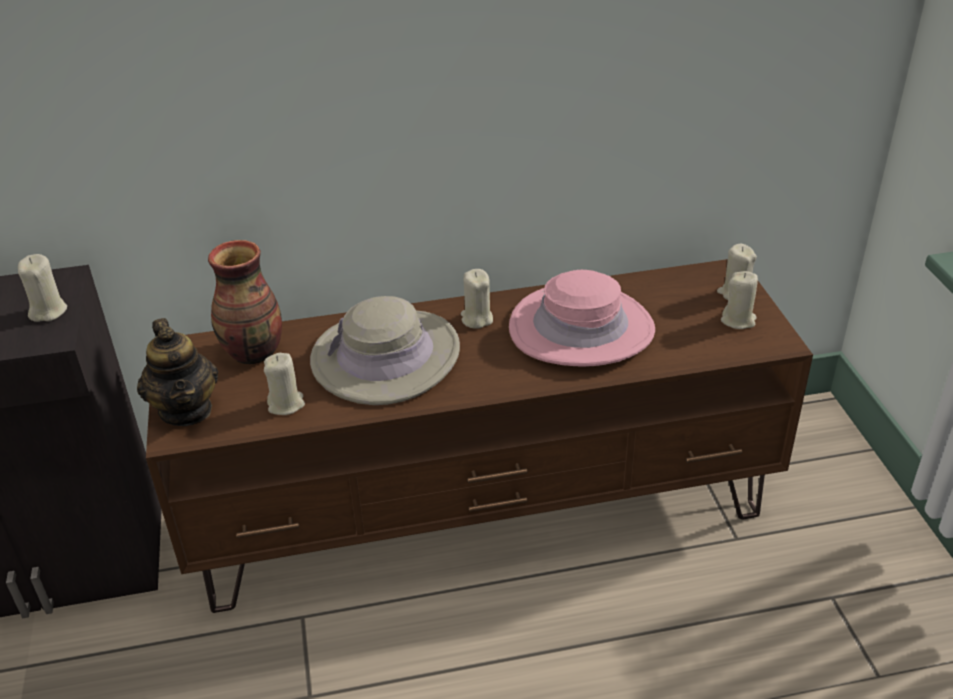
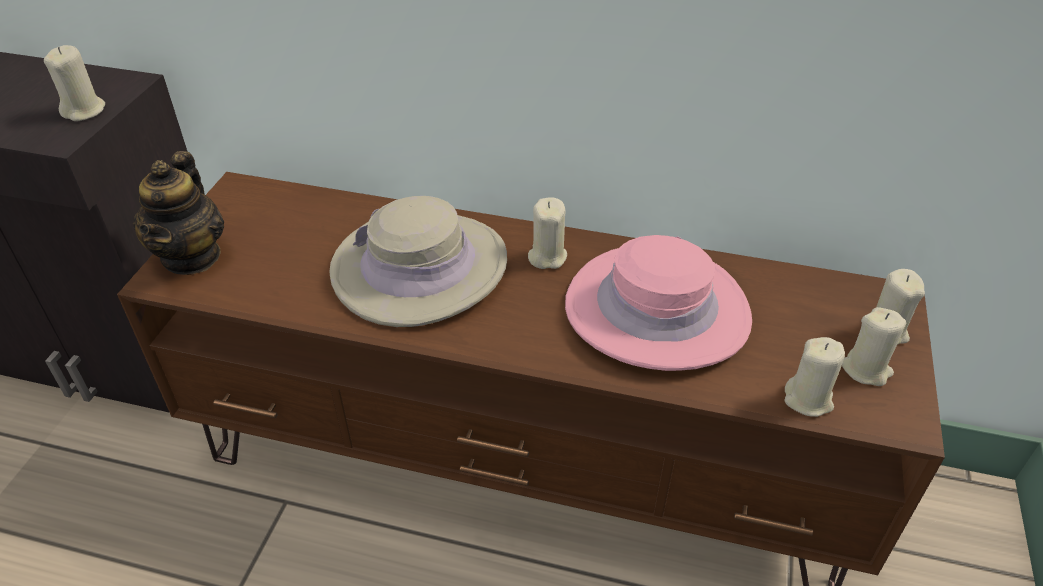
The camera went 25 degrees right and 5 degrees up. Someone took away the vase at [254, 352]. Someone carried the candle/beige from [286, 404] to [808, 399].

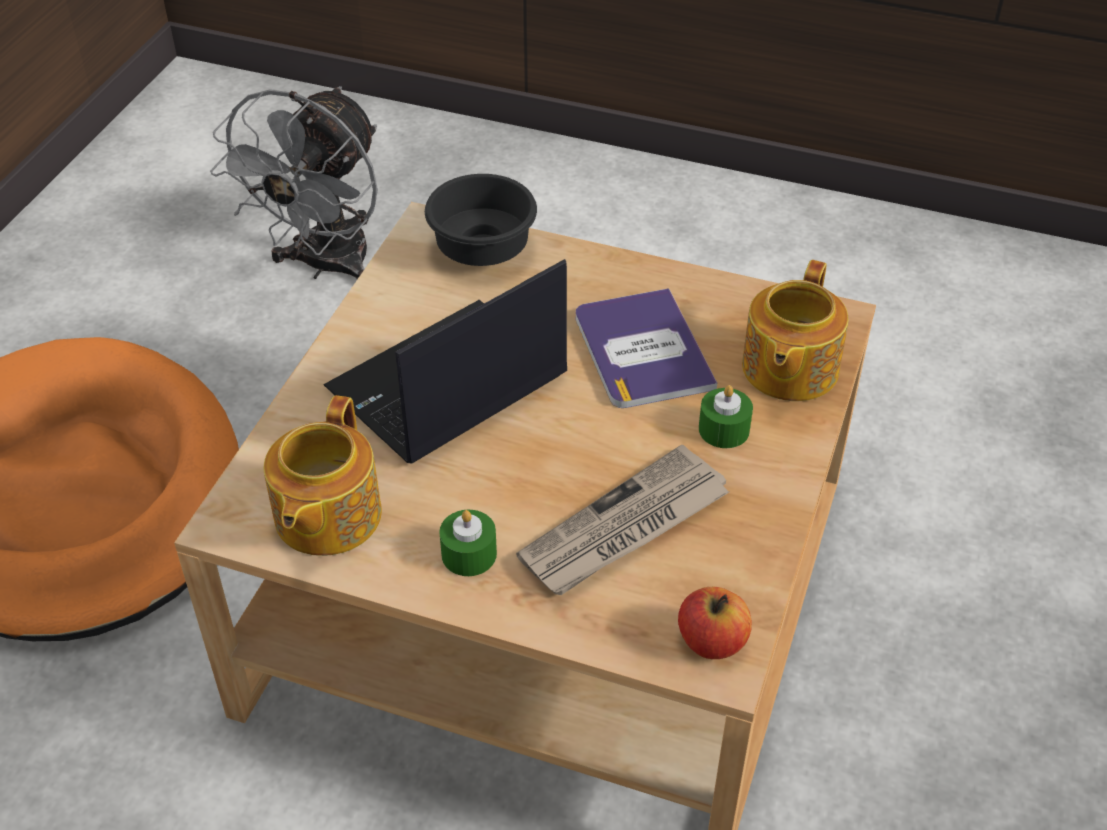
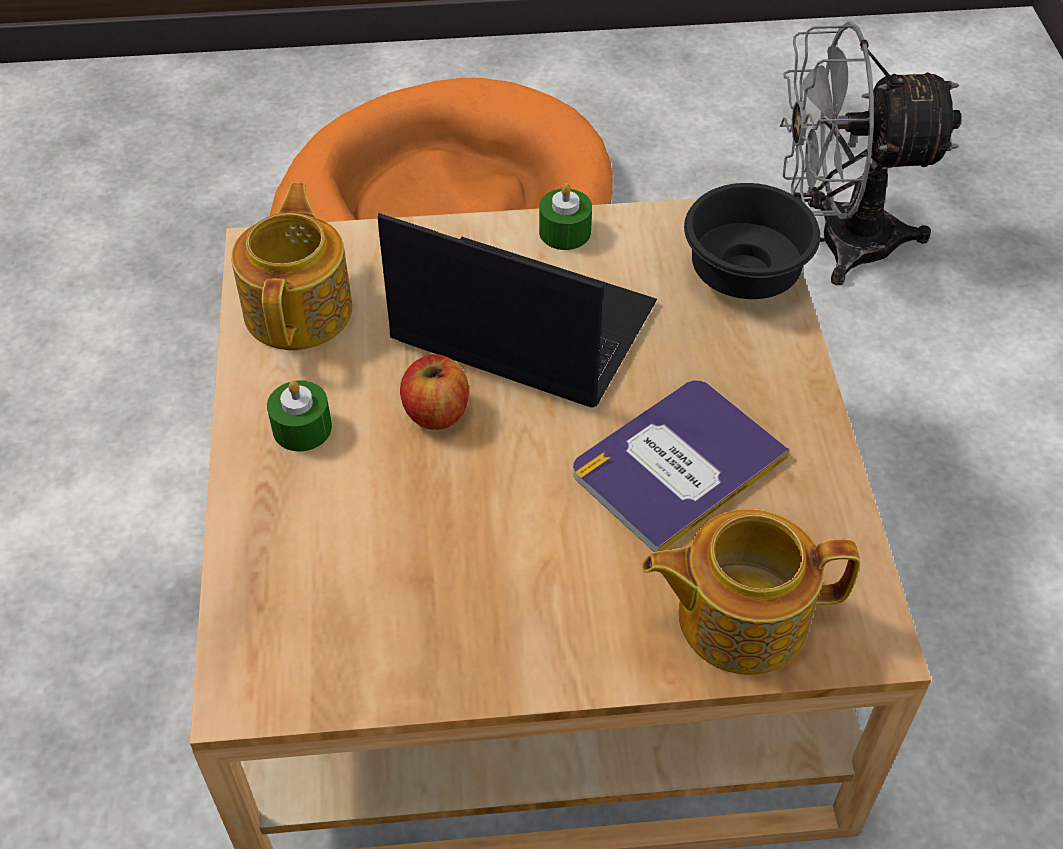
The camera went 65 degrees right and 5 degrees up. Someone carried the candle/green from [724, 429] to [565, 232]. Someone rotated the teapot at [325, 517] by 105 degrees clockwise. Someone took away the newspaper at [624, 528]. Someone carried the apple from [712, 641] to [436, 412].

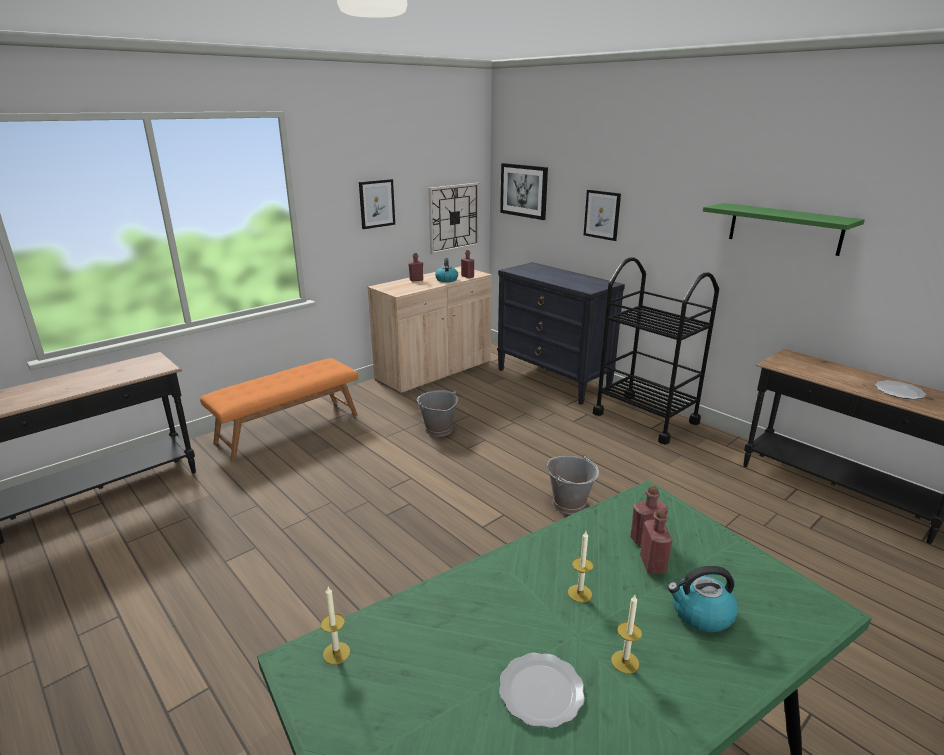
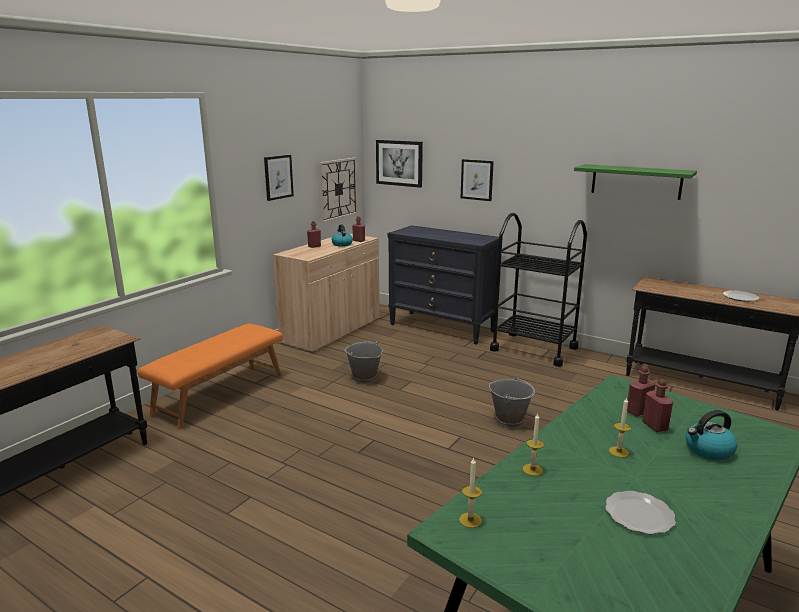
The camera went 15 degrees left and 5 degrees down. Someone carried the candle from [625, 662] to [532, 470].

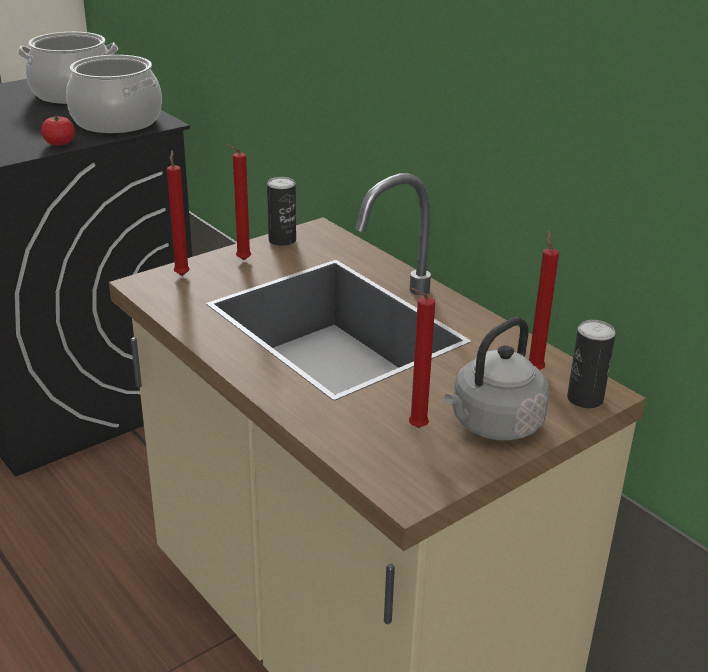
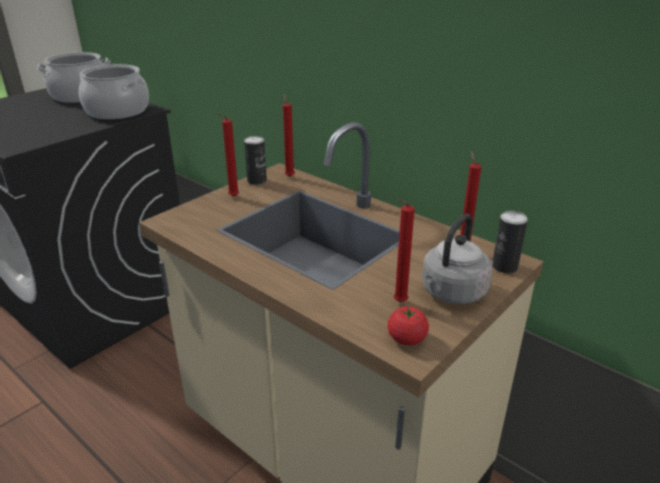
The camera went 10 degrees left and 0 degrees up. Someone carried the tomato from [59, 144] to [406, 339]. Someone carried the candle/red from [182, 274] to [289, 176].

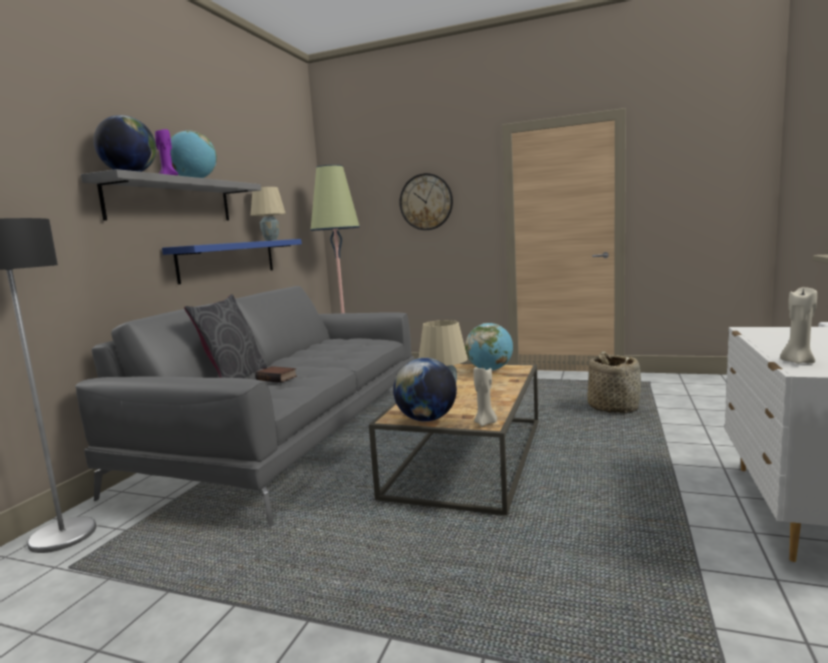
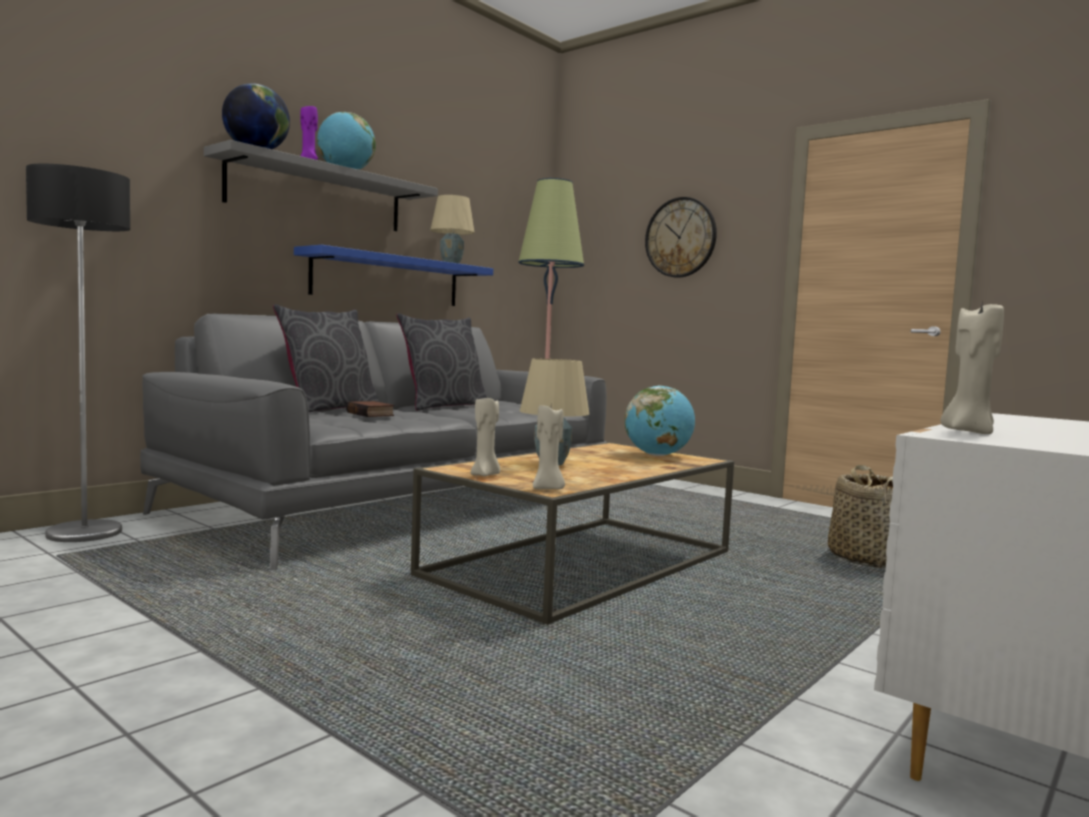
The camera went 20 degrees right and 5 degrees down. Someone swapped the globe at [426, 419] for the candle/beige at [485, 475]. Someone put down the pillow/grey at [443, 407].

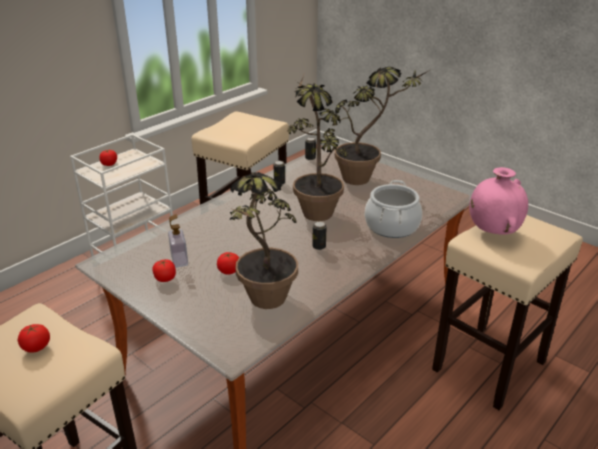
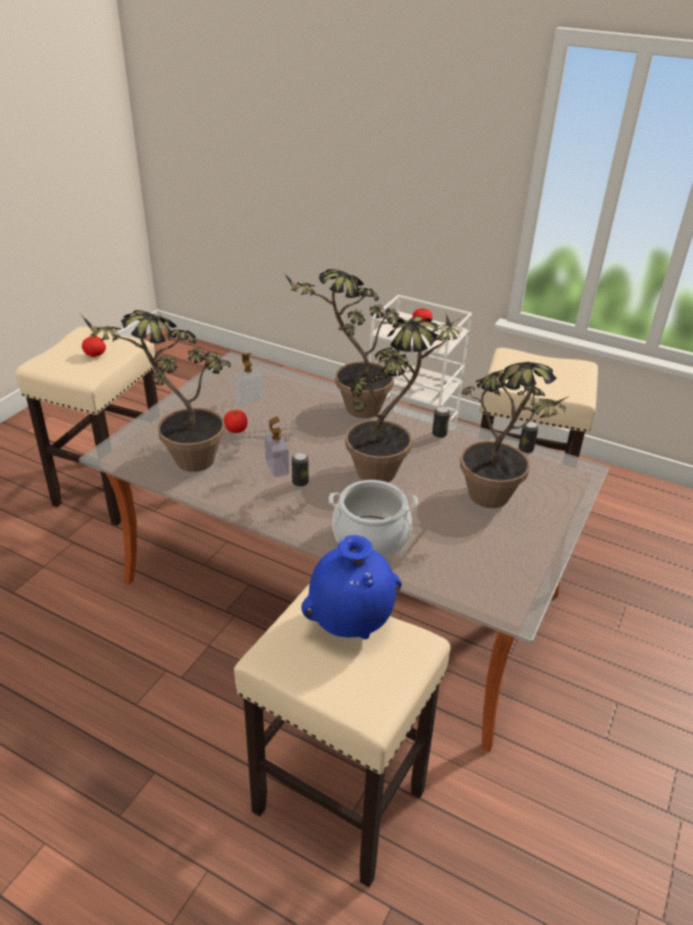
The camera went 75 degrees right and 5 degrees up. Someone repainted the vase/pink at [493, 232], which became the vase/blue at [351, 623]. Someone took away the tomato at [165, 279]. Someone put down the potted plant at [349, 408]. Someone put down the soap dispenser at [277, 467].

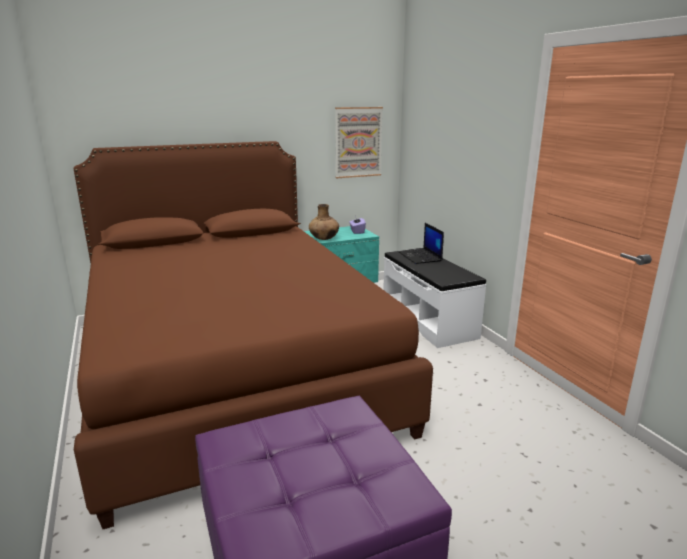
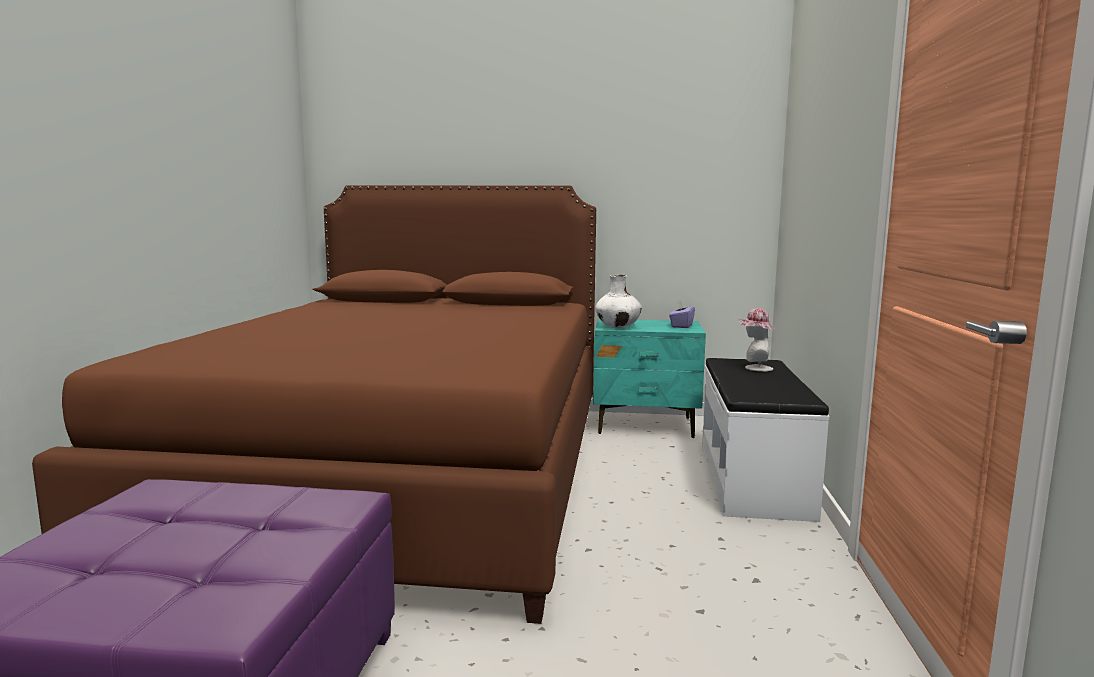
The camera went 30 degrees right and 10 degrees down. Someone took away the picture at [358, 142]. Someone repainted the vase/brown at [324, 239], which became the vase/white at [618, 327]. Someone swapped the laptop at [420, 257] for the hat at [754, 368].

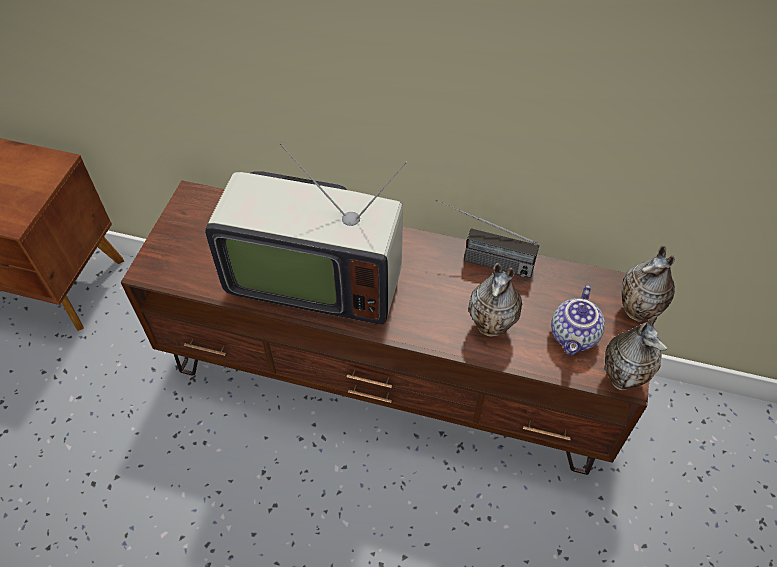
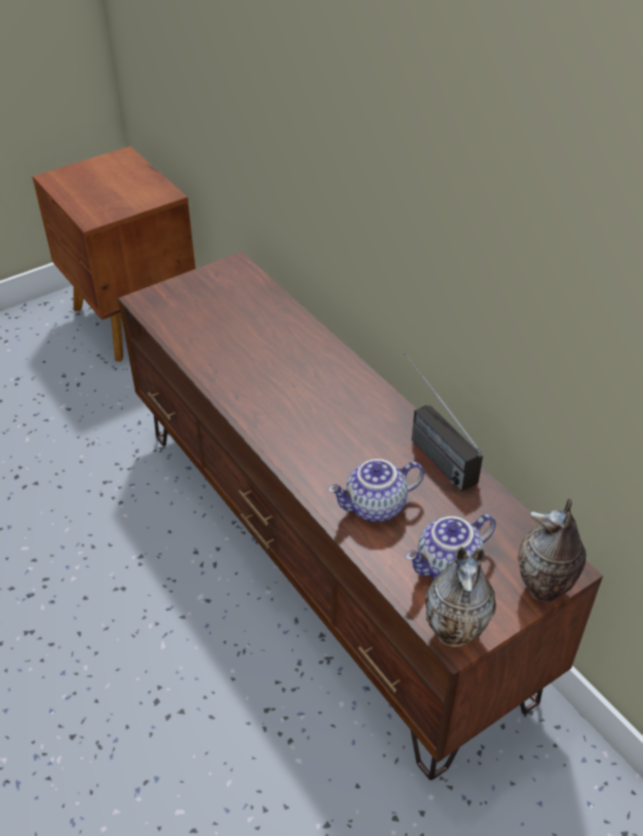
The camera went 40 degrees right and 10 degrees down. Someone took away the television at [314, 278]. Someone swapped the vase at [492, 326] for the teapot at [375, 508].

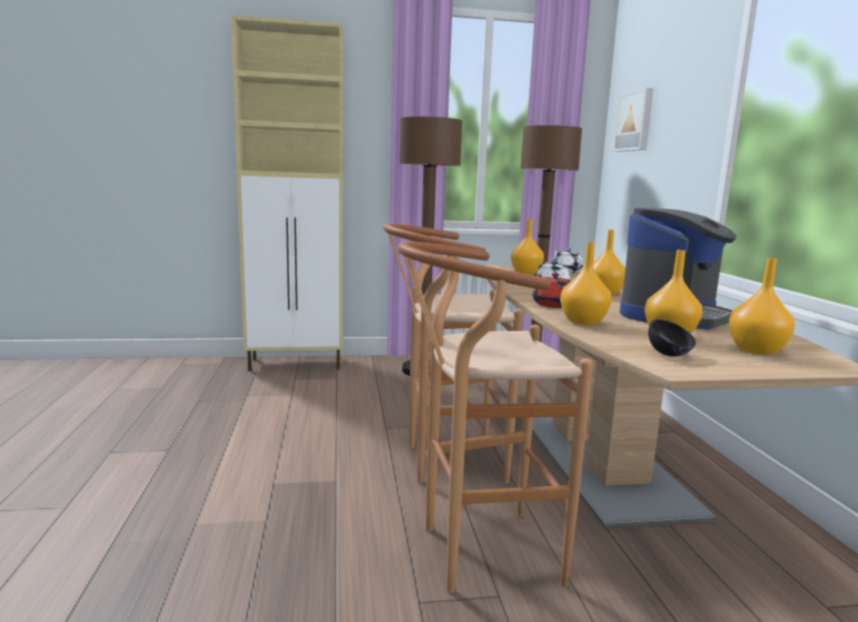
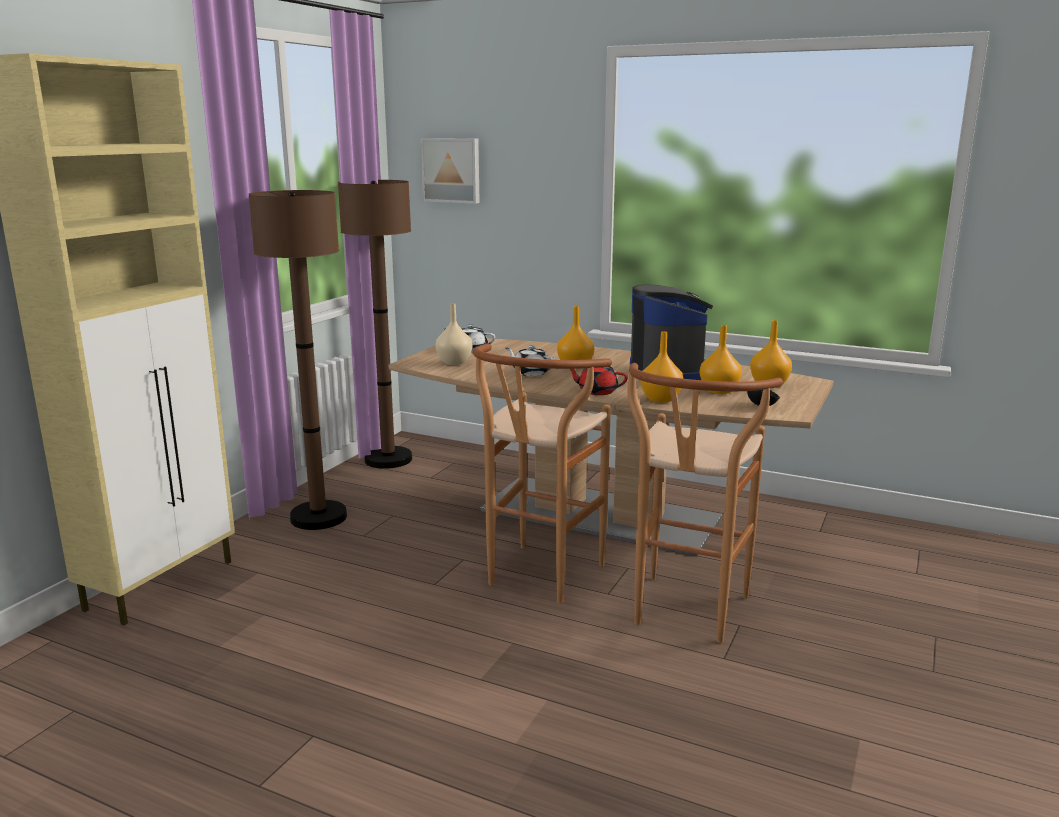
The camera went 55 degrees left and 5 degrees up. Someone repainted the vase/orange at [526, 272], which became the vase/beige at [455, 362].

